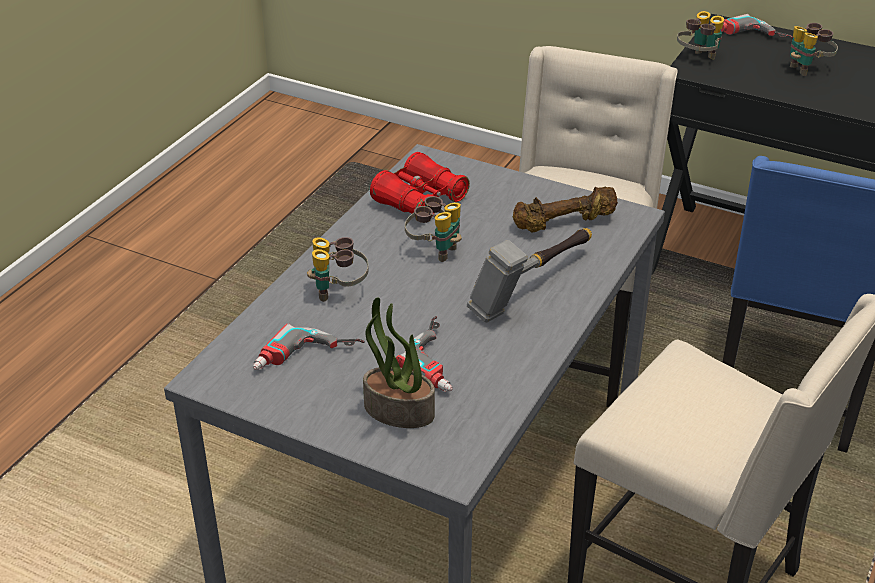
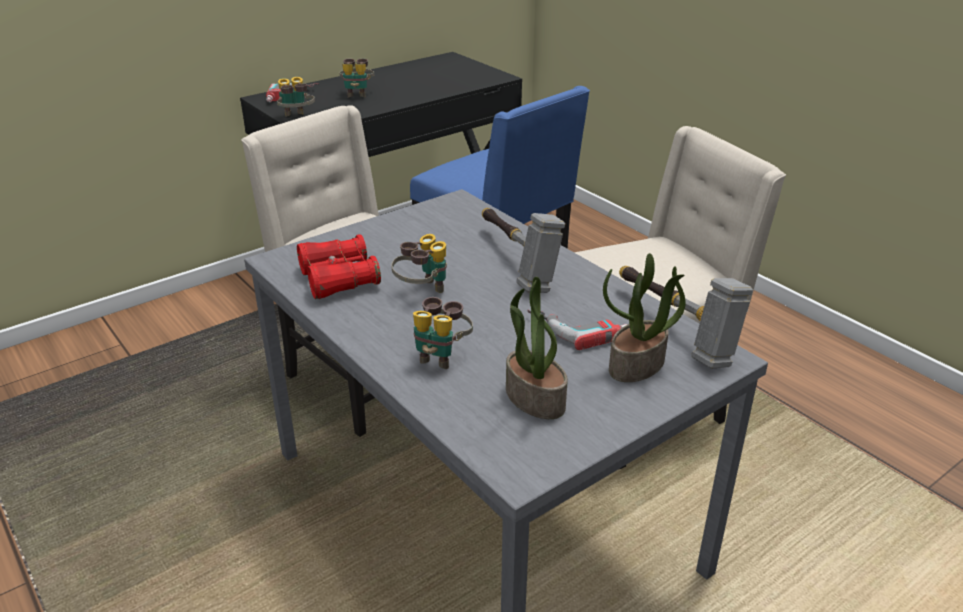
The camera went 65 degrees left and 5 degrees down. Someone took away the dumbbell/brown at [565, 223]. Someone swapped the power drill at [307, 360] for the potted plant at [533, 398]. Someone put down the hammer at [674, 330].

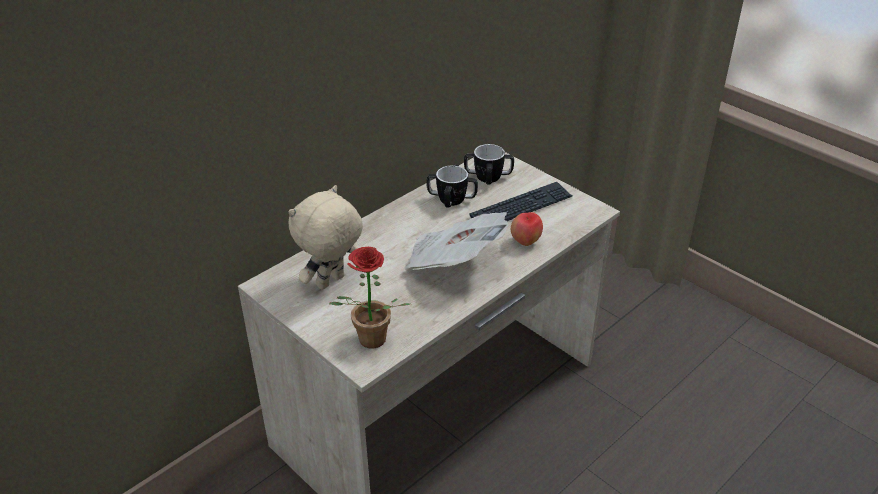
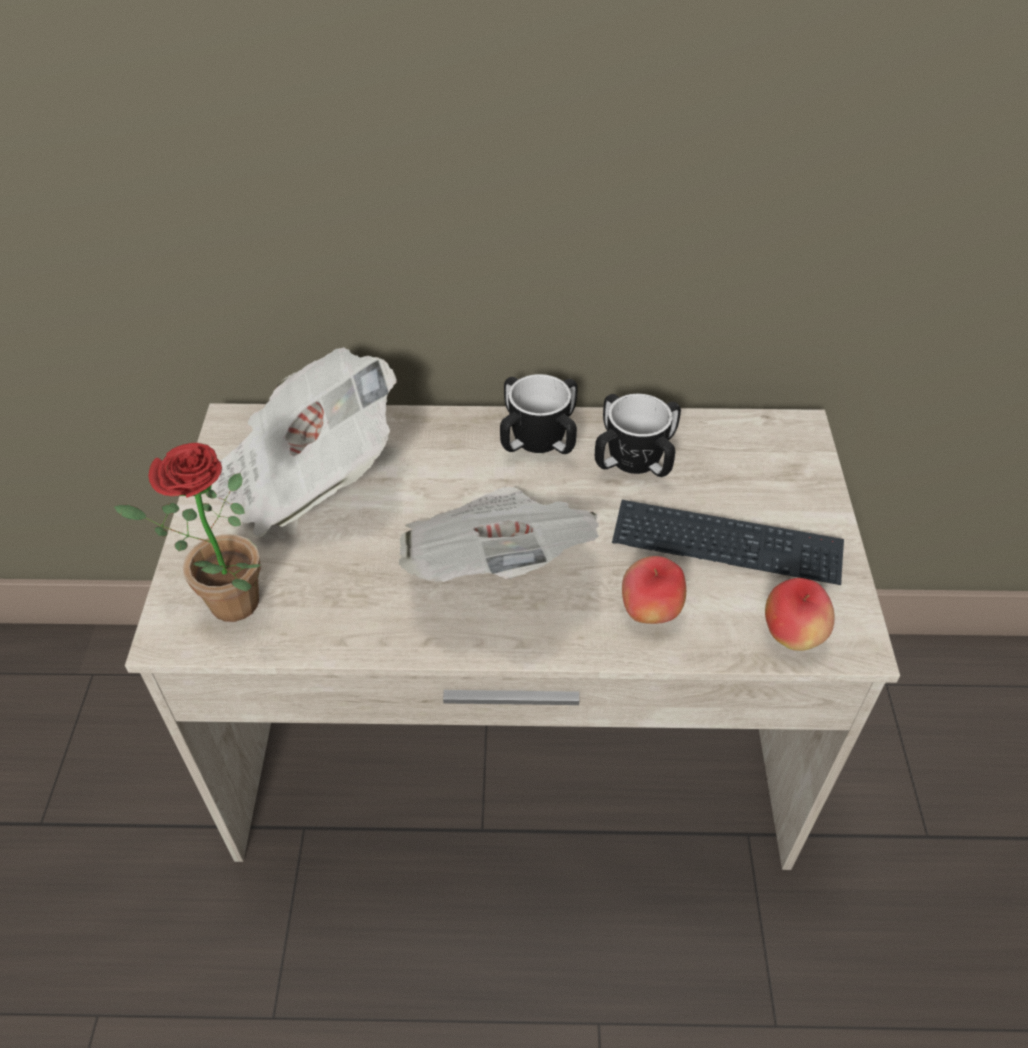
The camera went 45 degrees right and 10 degrees up. Someone carried the mug from [488, 177] to [538, 439]. Someone swapped the plush toy/beige at [331, 283] for the newspaper at [306, 477]. Someone put down the apple at [791, 636].

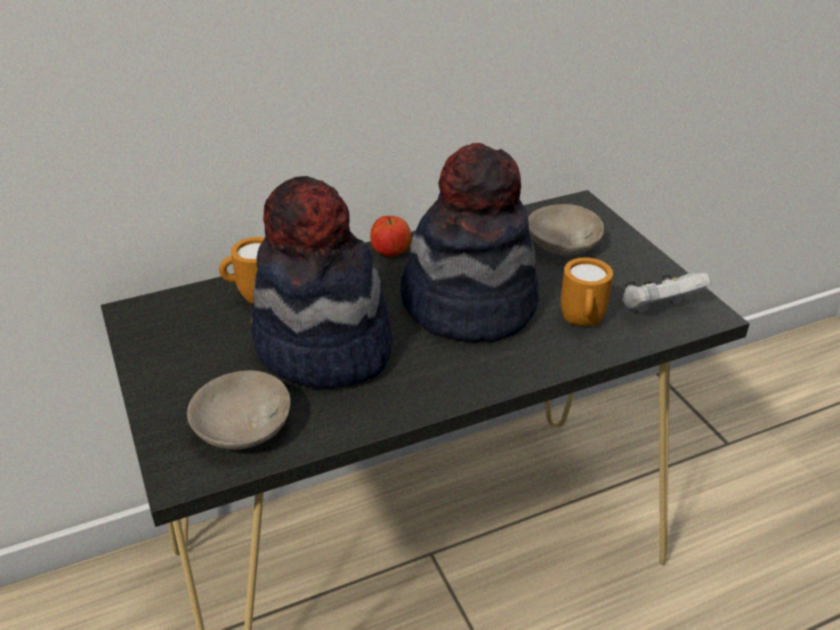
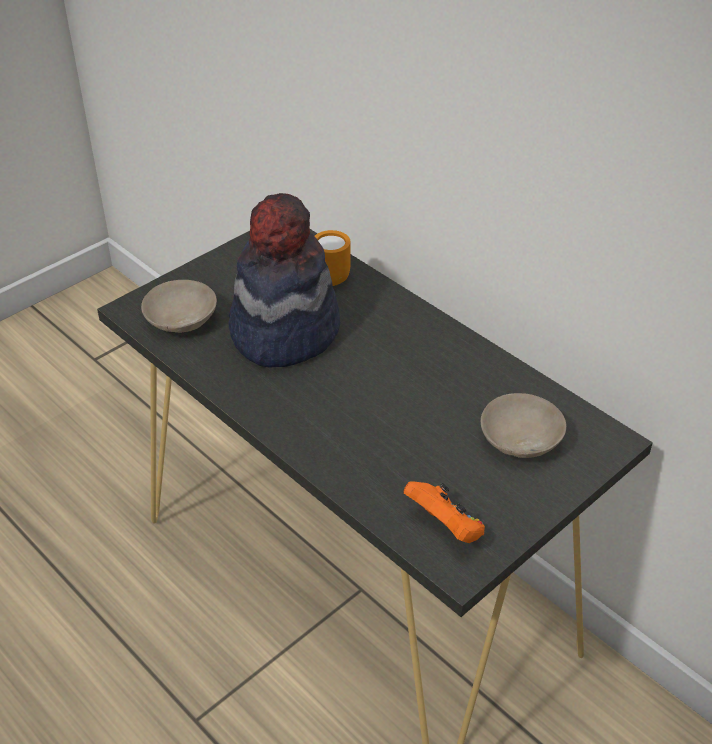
The camera went 70 degrees right and 5 degrees up. Someone took away the hat at [469, 305]. Someone took away the apple at [391, 254]. Someone took away the mug/orange at [582, 324]. Someone repainted the game controller/white at [658, 309], which became the game controller/orange at [446, 528].

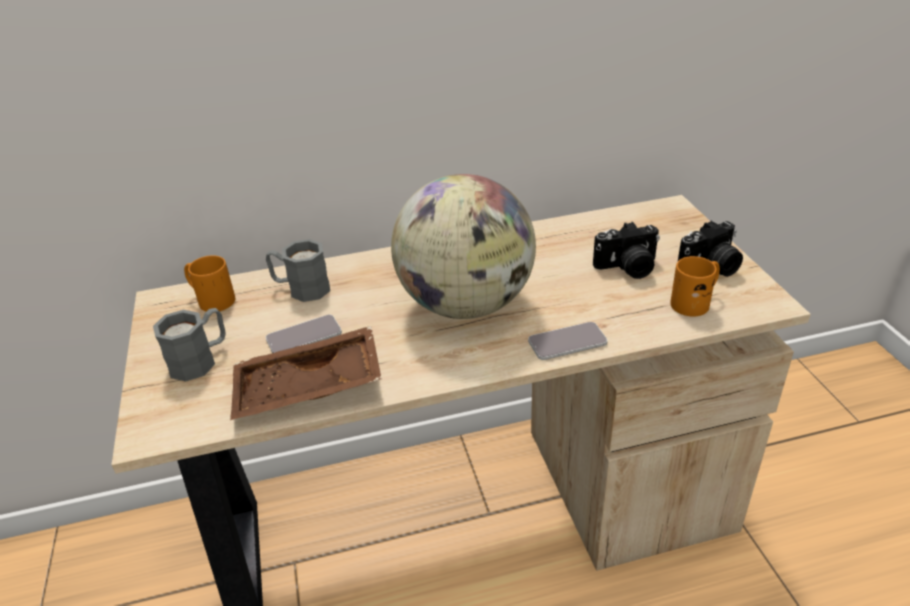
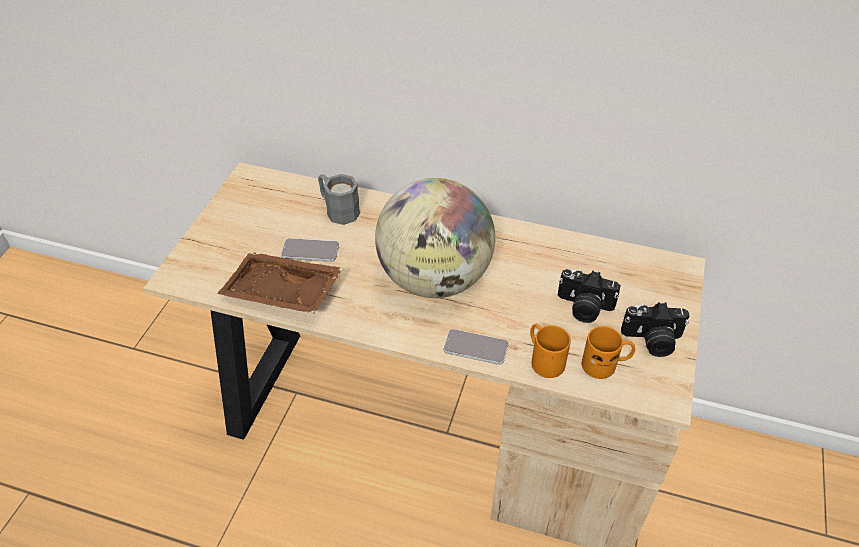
The camera went 30 degrees right and 10 degrees up. Someone carried the mug/orange from [211, 300] to [543, 359]. Someone took away the mug/grey at [200, 360].

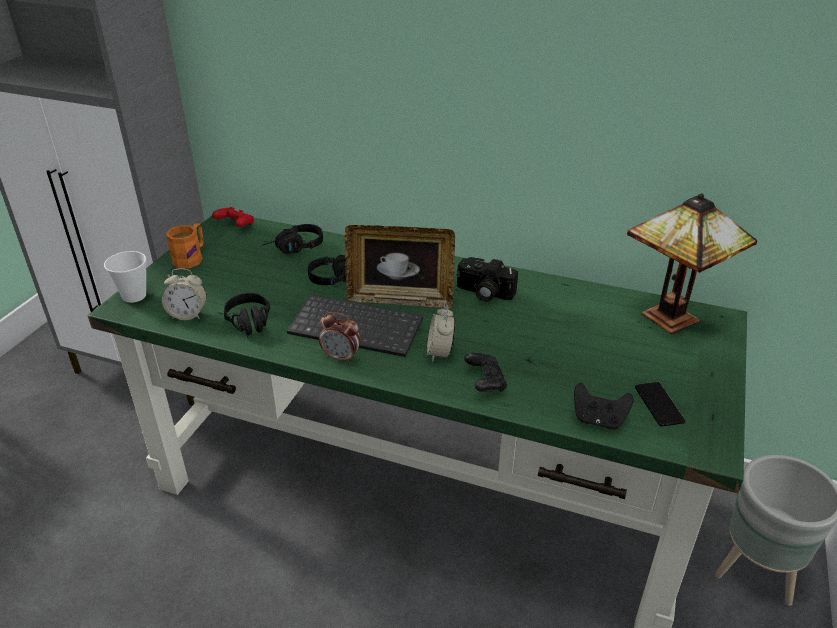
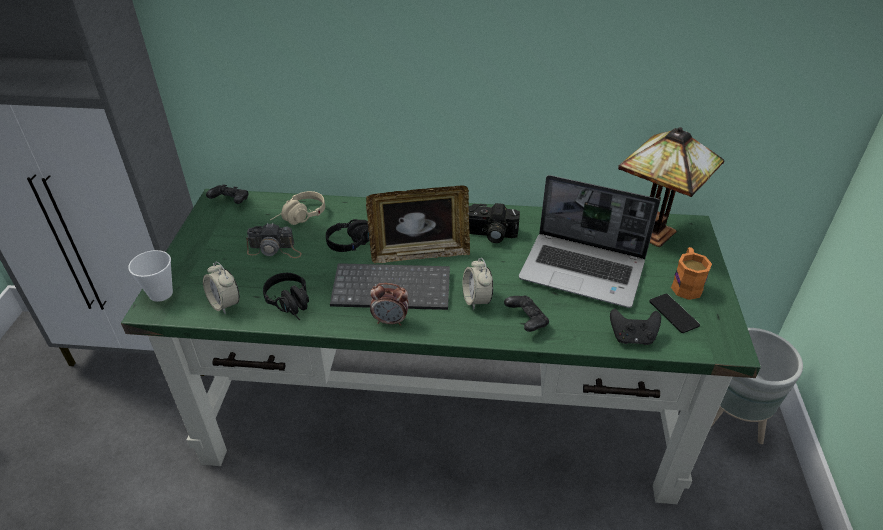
The camera went 15 degrees left and 5 degrees up. Someone repainted the game controller/red at [235, 225], which became the game controller/black at [230, 202]. Someone carried the mug/orange from [191, 257] to [685, 284]. Someone repainted the headphones/black at [294, 249], which became the headphones/beige at [299, 217]. Someone rotated the alarm clock at [188, 315] by 60 degrees clockwise. Someone put down the laptop at [584, 271]. Someone put down the photo camera at [275, 250].

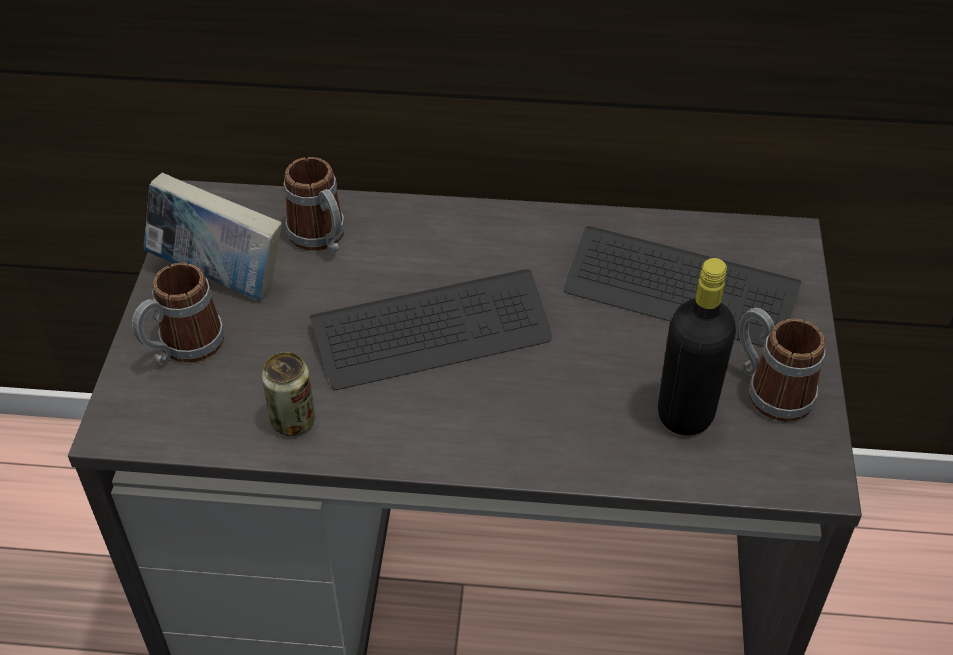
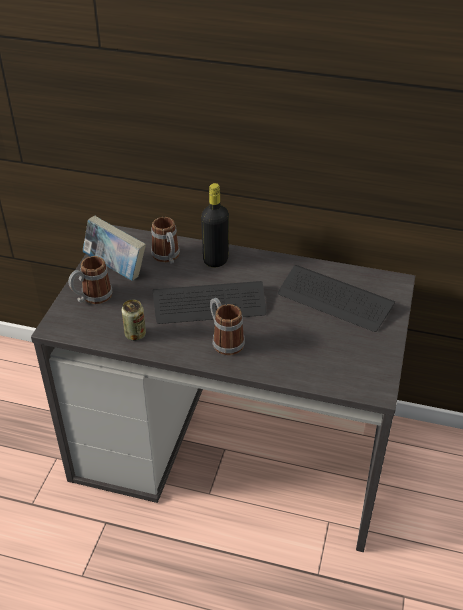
The camera went 10 degrees right and 5 degrees down. Someone carried the bottle/black from [685, 414] to [215, 260]. Someone carried the mug from [769, 389] to [224, 340].

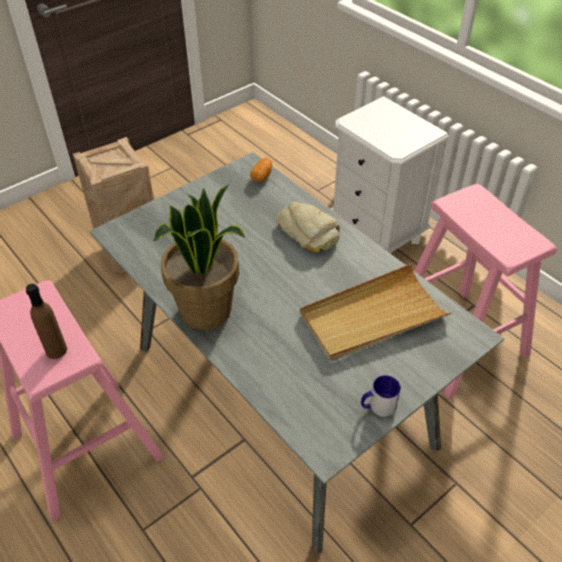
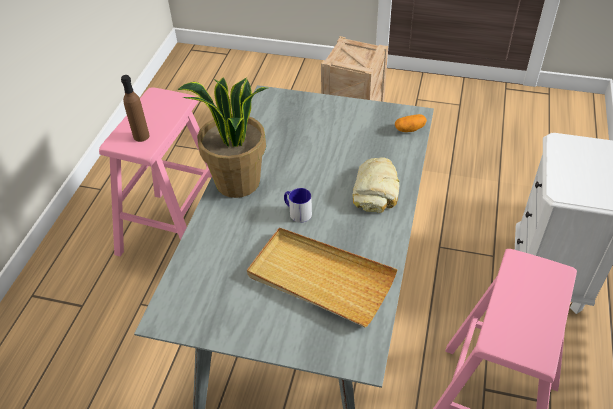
The camera went 55 degrees right and 0 degrees up. Someone carried the mug from [377, 406] to [297, 212].

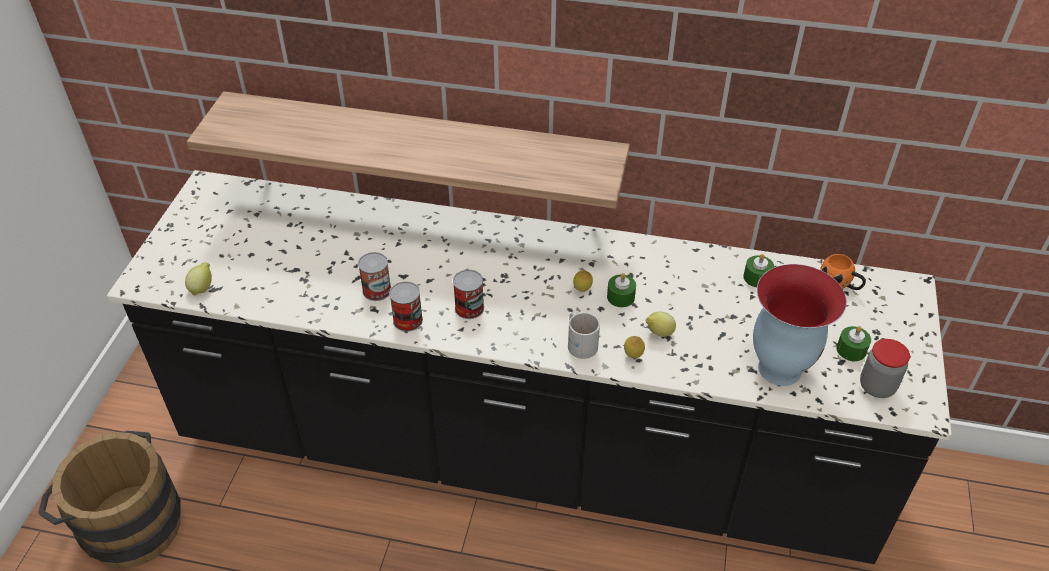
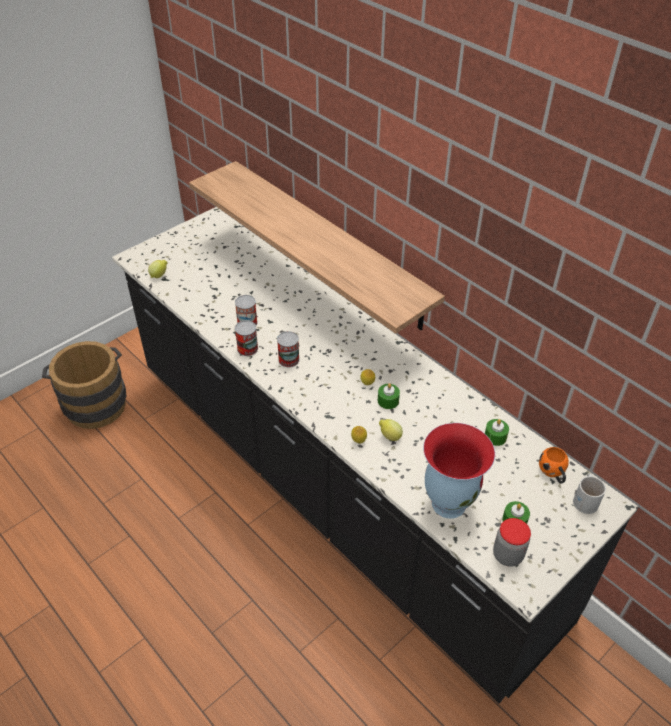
The camera went 35 degrees right and 0 degrees up. Someone carried the mug/white from [581, 342] to [586, 499].

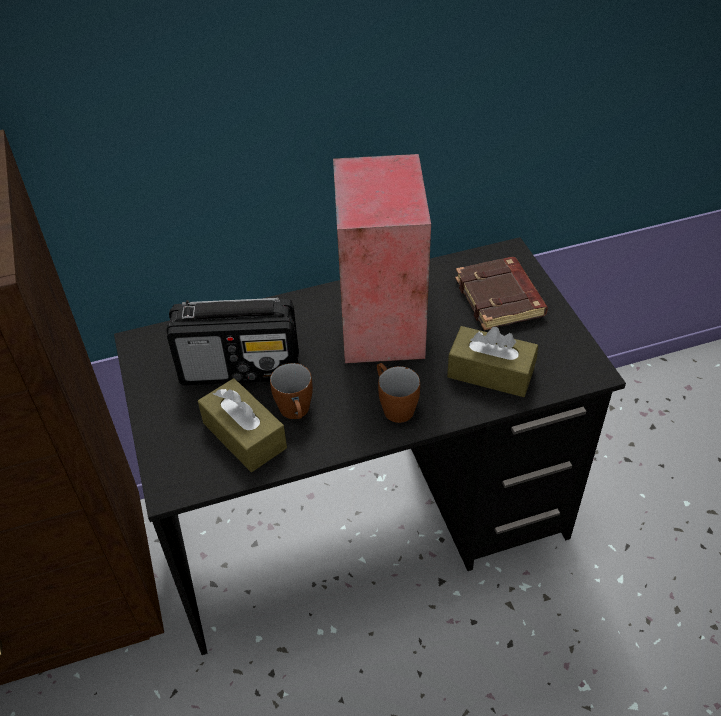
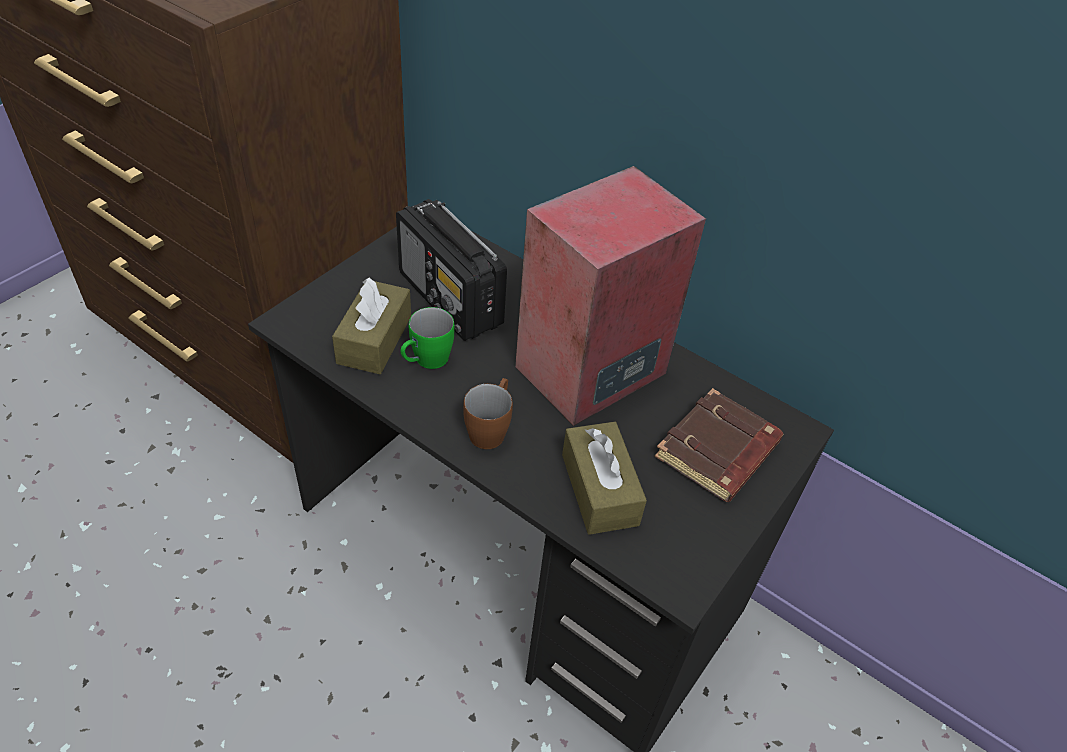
The camera went 50 degrees right and 0 degrees up. Someone repainted the mug/brown at [296, 413], which became the mug/green at [426, 362].

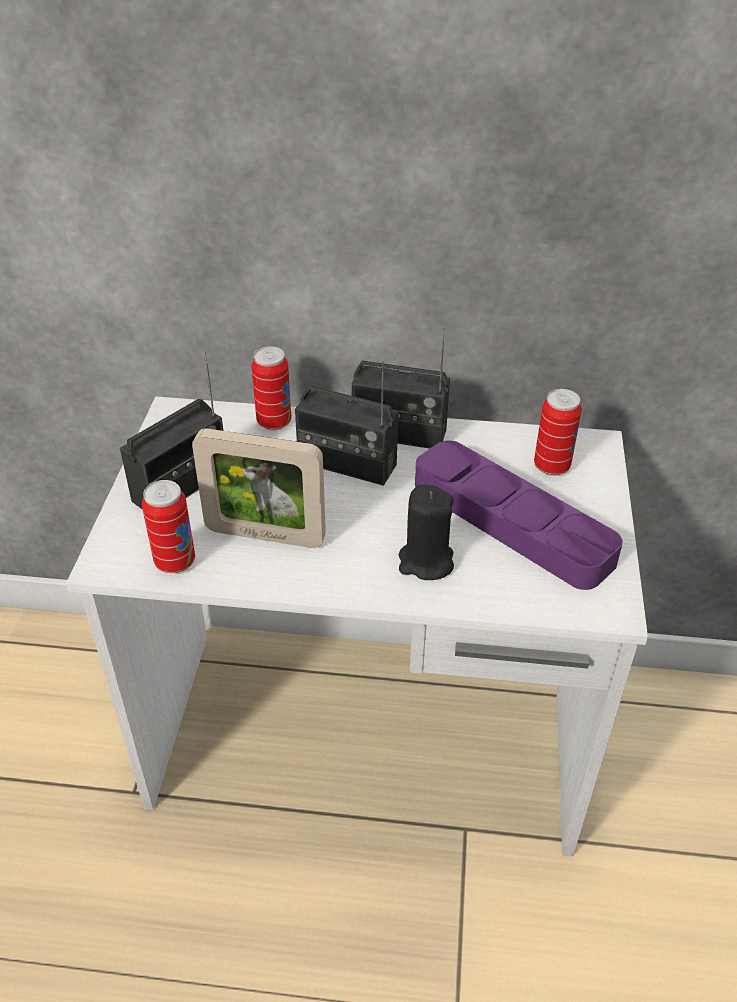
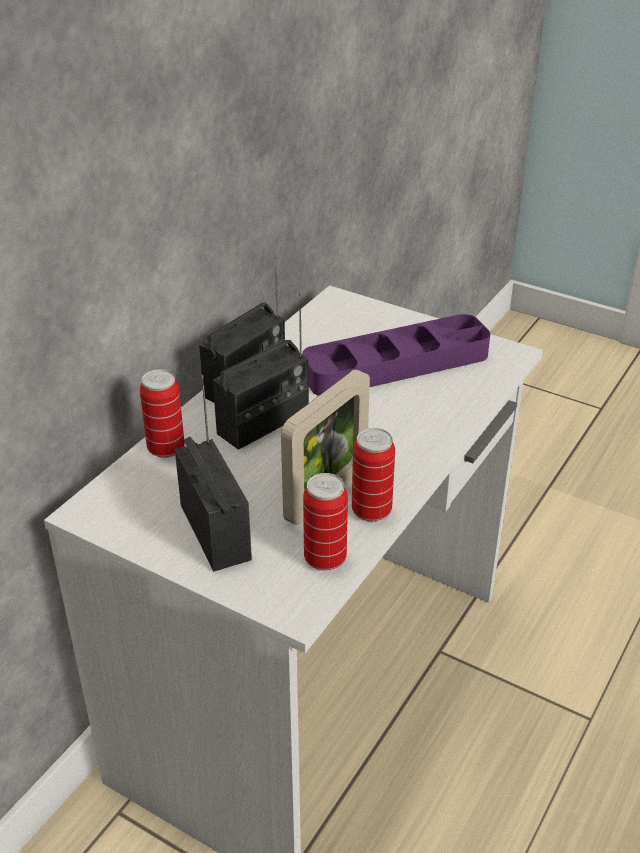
The camera went 65 degrees left and 5 degrees down. Someone carried the can from [551, 466] to [371, 511]. Someone took away the candle/black at [425, 562].

